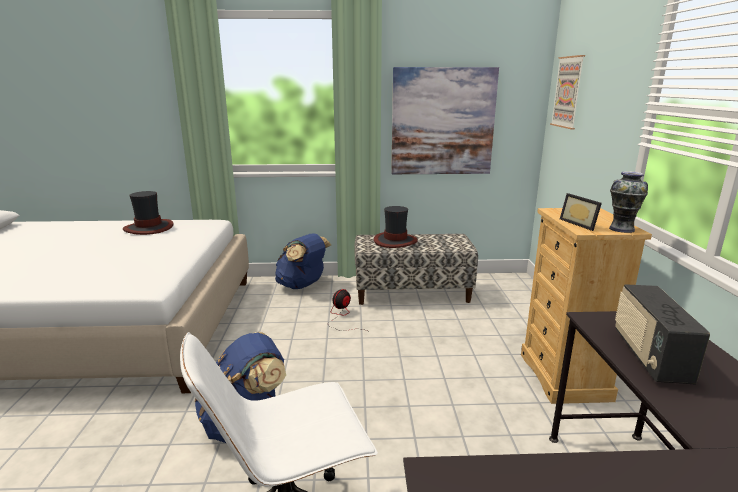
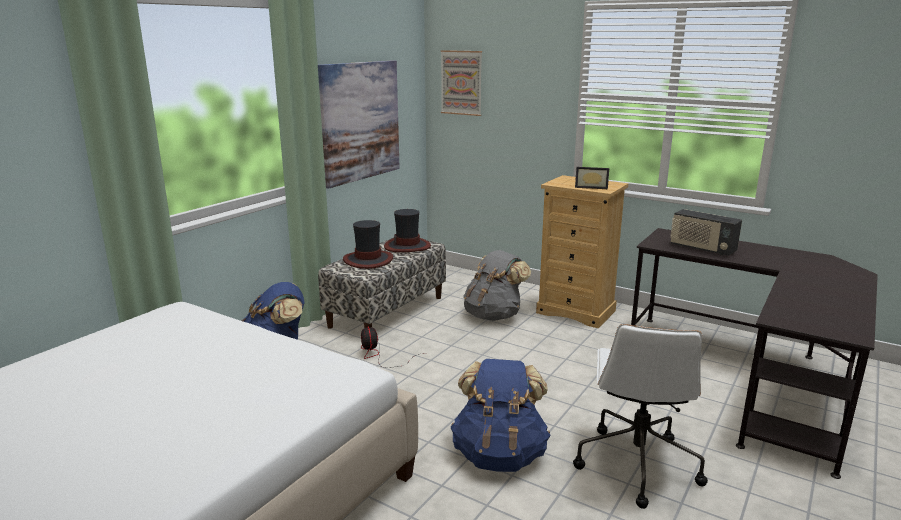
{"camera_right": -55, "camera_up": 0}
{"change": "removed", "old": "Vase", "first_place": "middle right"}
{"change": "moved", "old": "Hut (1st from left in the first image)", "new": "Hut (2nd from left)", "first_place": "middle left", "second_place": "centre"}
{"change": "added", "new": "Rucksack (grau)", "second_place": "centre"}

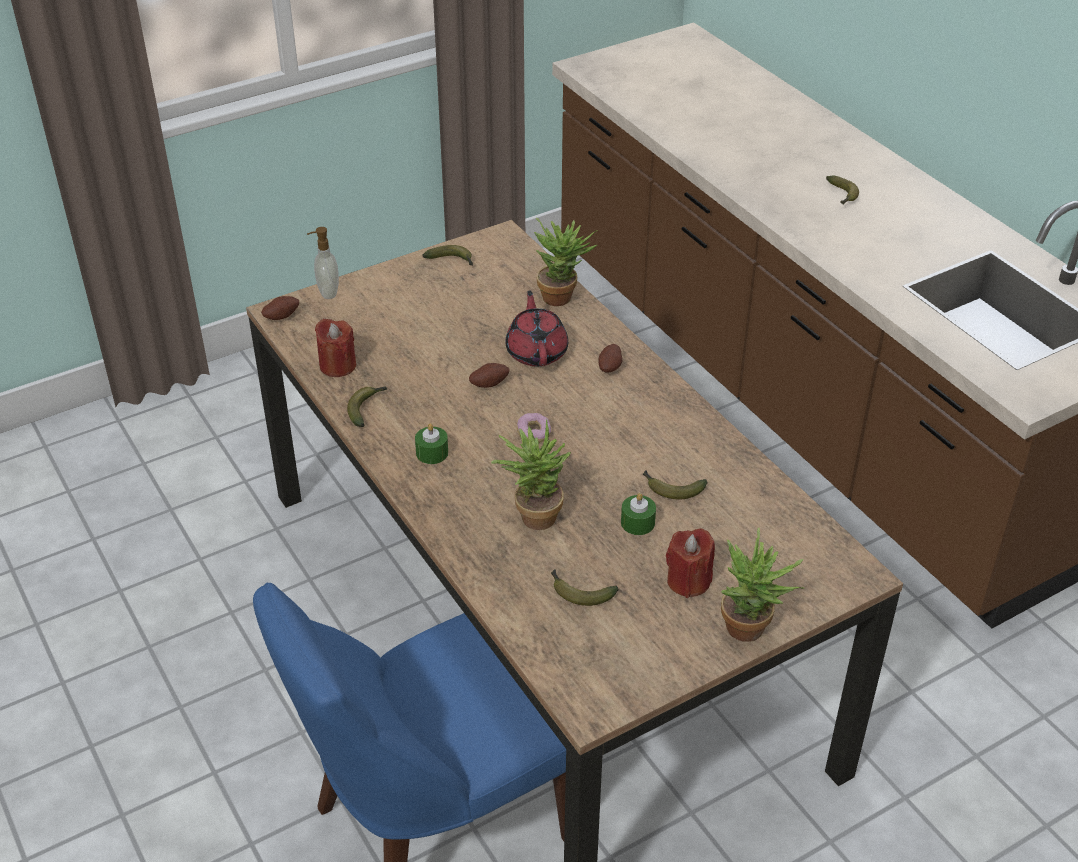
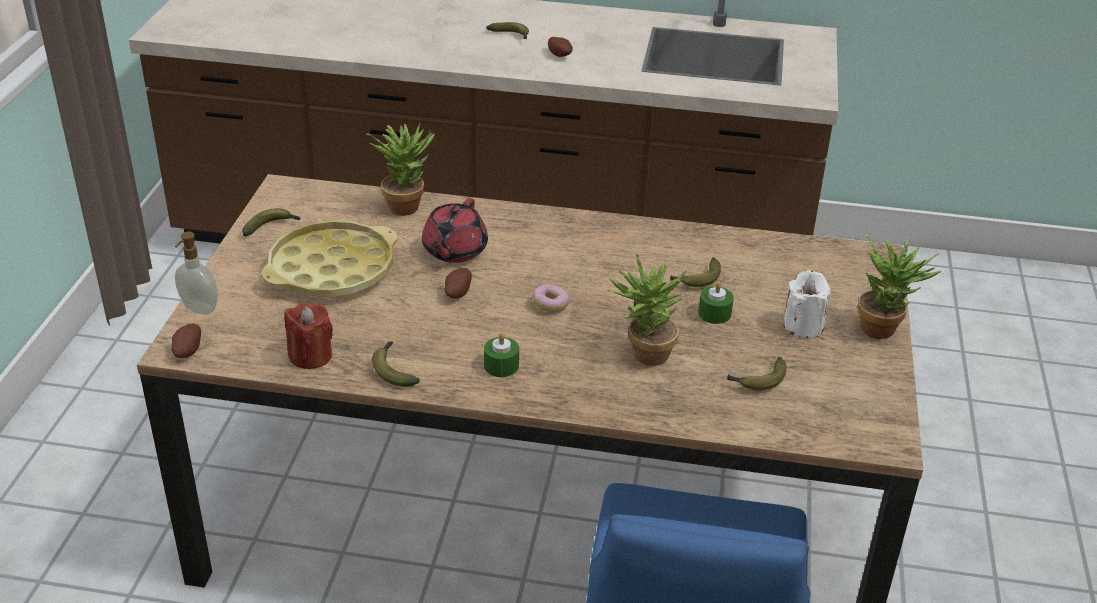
{"camera_right": -50, "camera_up": -5}
{"change": "turned", "old": "Teekanne (rot)", "first_place": "centre", "second_place": "centre", "degrees": -105}
{"change": "moved", "old": "Kartoffel (3rd from left)", "first_place": "centre", "second_place": "top centre"}
{"change": "recoloured", "old": "Kerze (rot) (2nd from left)", "new": "Kerze (weiß)", "first_place": "centre", "second_place": "middle right"}
{"change": "added", "new": "Tablett (gelb)", "second_place": "middle left"}

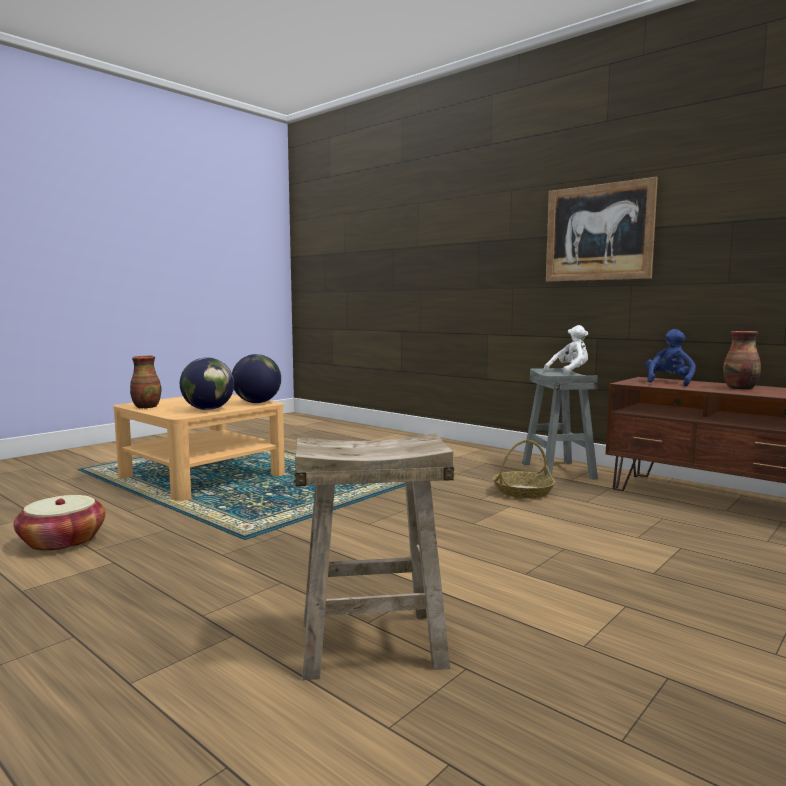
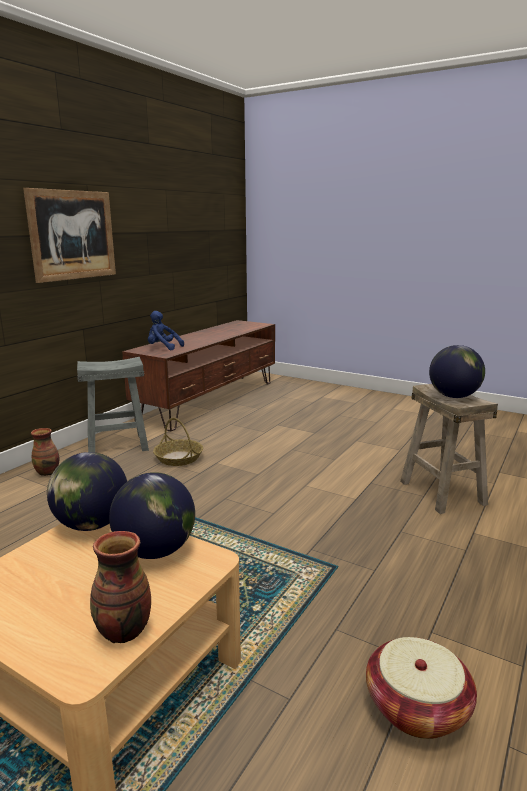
{"camera_right": -100, "camera_up": 10}
{"change": "removed", "old": "Plüschtier (weiß)", "first_place": "middle right"}
{"change": "moved", "old": "Vase (2nd from left in the first image)", "new": "Vase (1st from left)", "first_place": "middle right", "second_place": "middle left"}
{"change": "added", "new": "Globus (3rd from left)", "second_place": "middle right"}

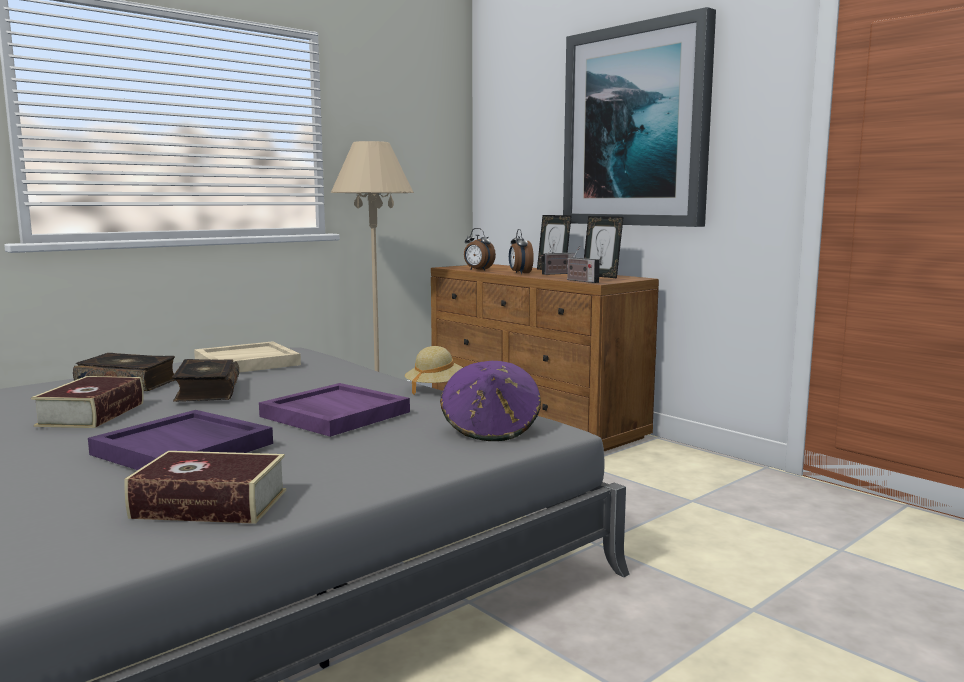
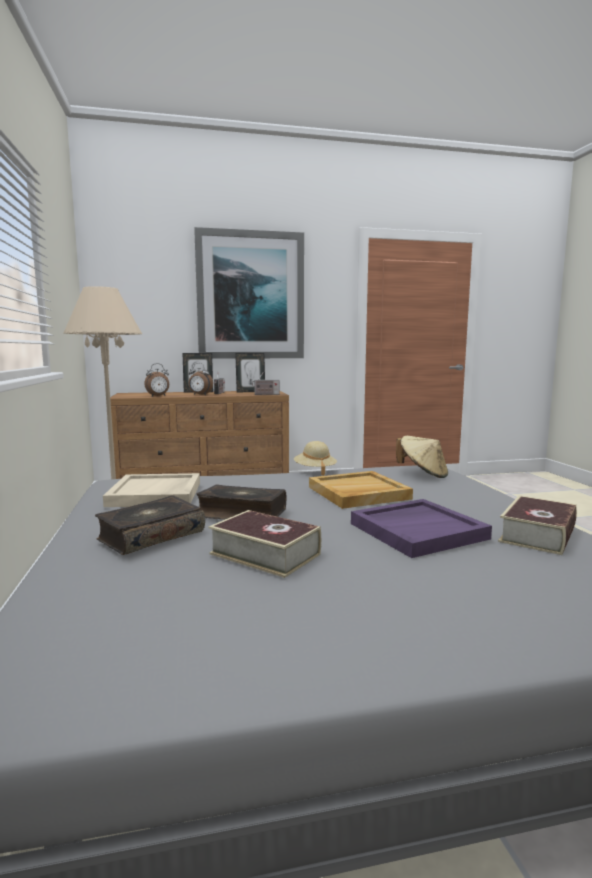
{"camera_right": -60, "camera_up": 0}
{"change": "recoloured", "old": "Hut (lila)", "new": "Hut (beige) (2nd from left)", "first_place": "centre", "second_place": "middle right"}
{"change": "recoloured", "old": "Tablett (lila) (2nd from left)", "new": "Tablett (beige) (2nd from left)", "first_place": "centre", "second_place": "centre"}

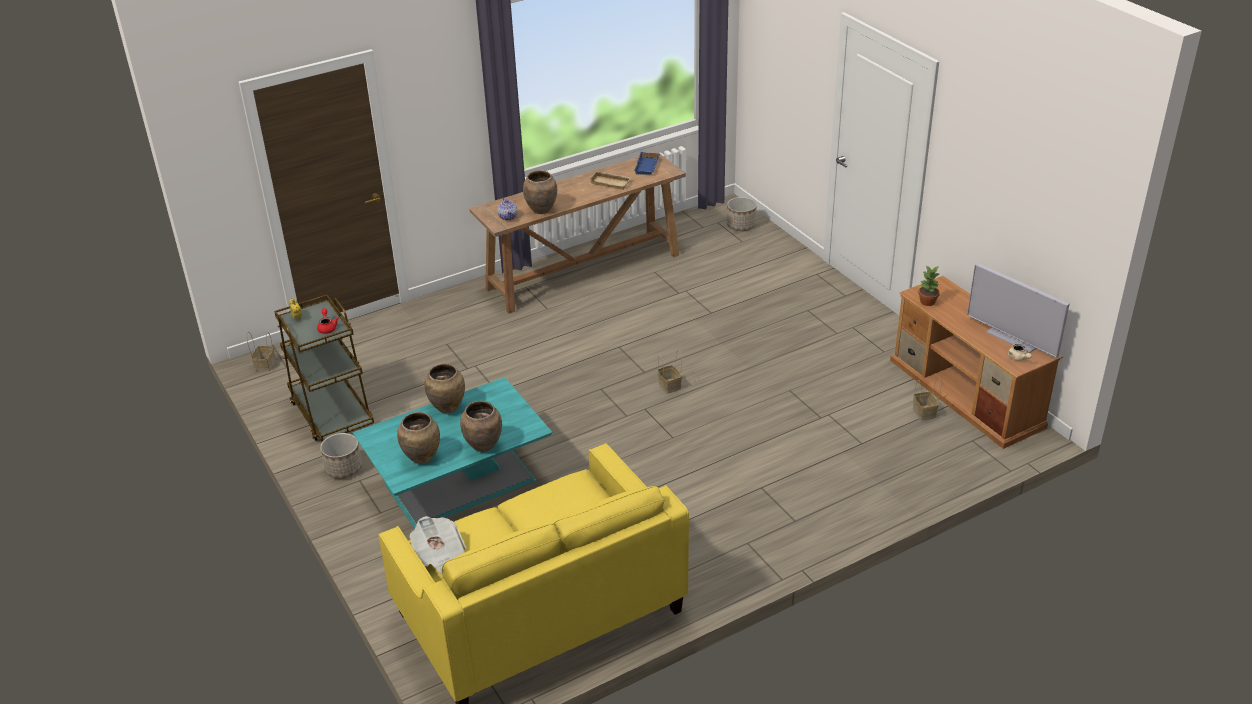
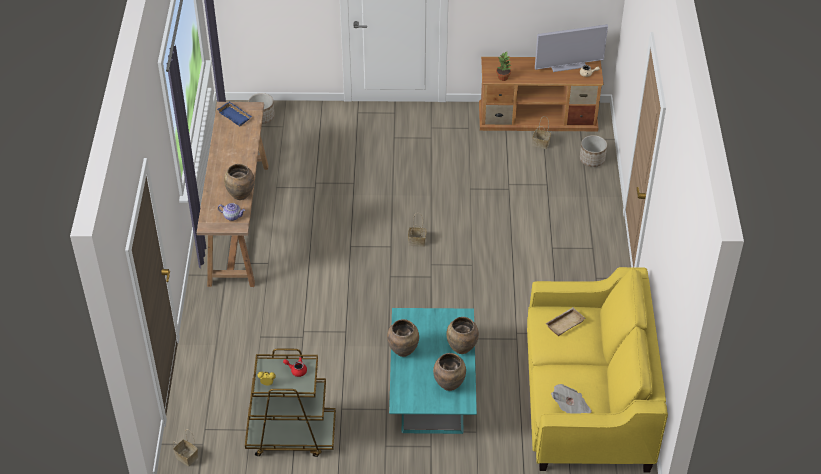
{"camera_right": -60, "camera_up": 10}
{"change": "moved", "old": "Tablett (beige)", "first_place": "top centre", "second_place": "bottom right"}
{"change": "moved", "old": "Pflanzkübel (1st from left in the first image)", "new": "Pflanzkübel (2nd from left)", "first_place": "middle left", "second_place": "top right"}

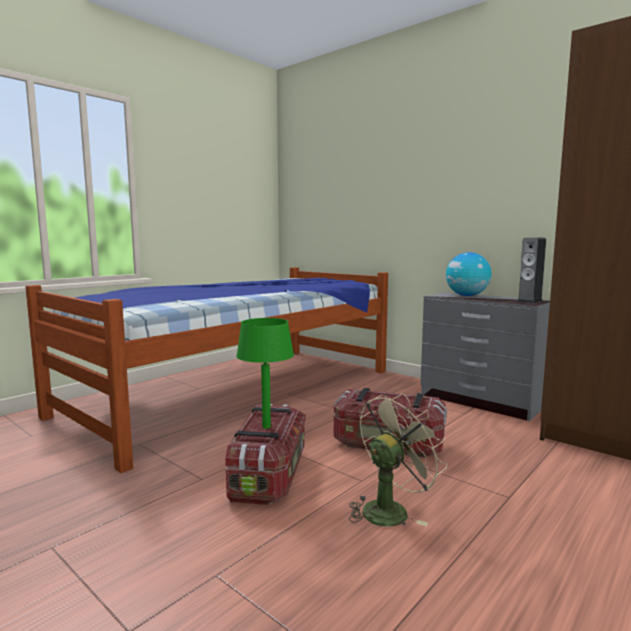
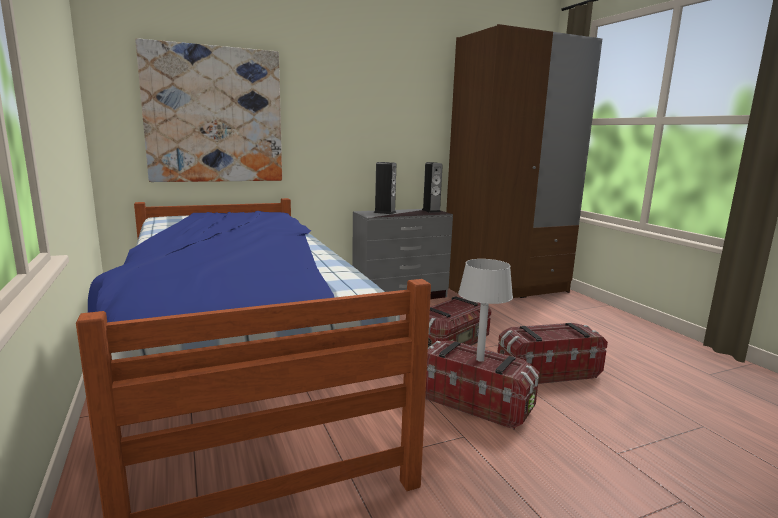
{"camera_right": -65, "camera_up": 5}
{"change": "replaced", "old": "Globus", "new": "Lautsprecher (1st from left)", "first_place": "middle right", "second_place": "centre"}
{"change": "recoloured", "old": "Tischlampe (grün)", "new": "Tischlampe (grau)", "first_place": "centre", "second_place": "centre"}
{"change": "replaced", "old": "Ventilator (beige)", "new": "Aufbewahrungsbox (3rd from left)", "first_place": "bottom centre", "second_place": "bottom right"}
{"change": "added", "new": "Bild", "second_place": "top left"}

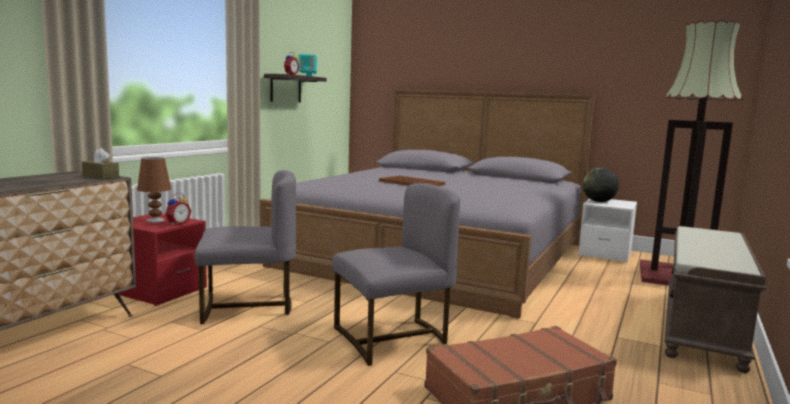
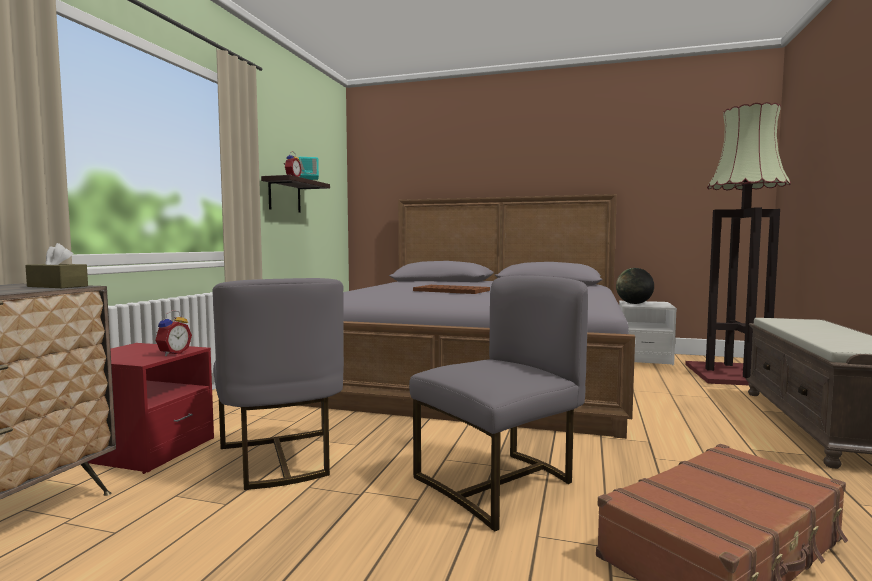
{"camera_right": -10, "camera_up": -5}
{"change": "removed", "old": "Tischlampe (braun)", "first_place": "middle left"}
{"change": "turned", "old": "Stuhl (grau) (1st from left)", "first_place": "middle left", "second_place": "middle left", "degrees": 90}

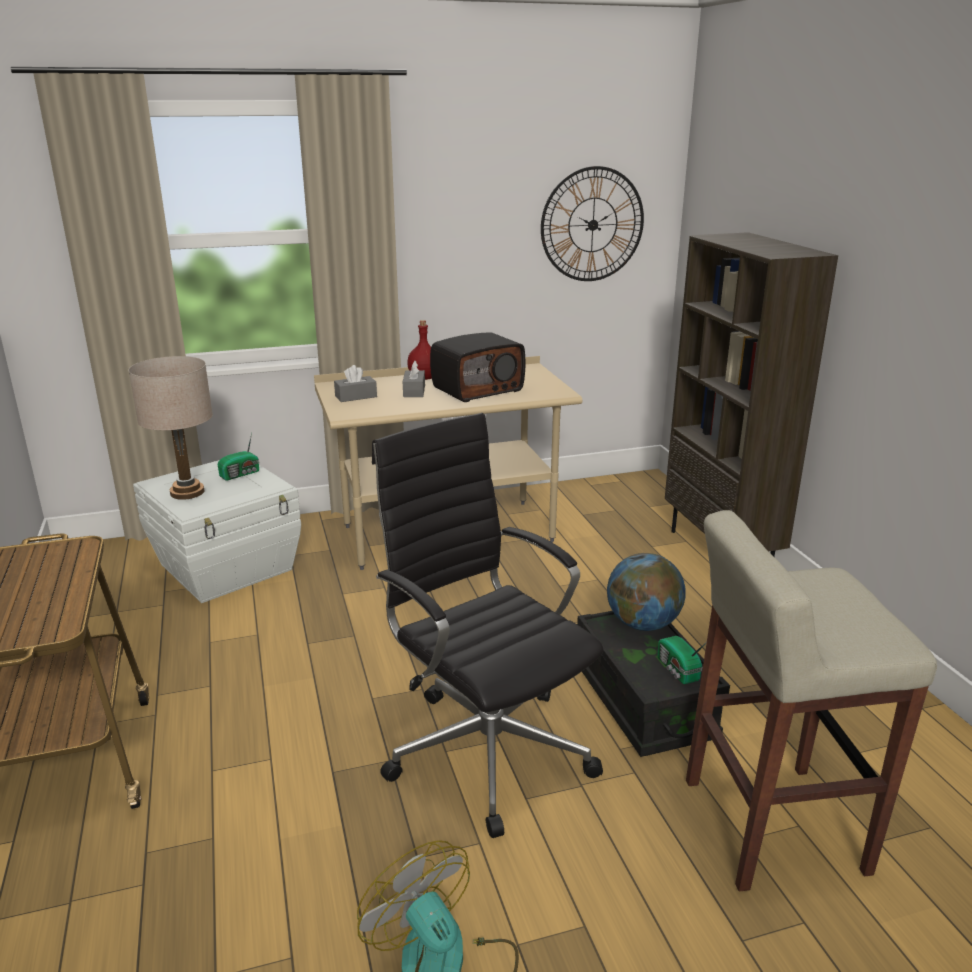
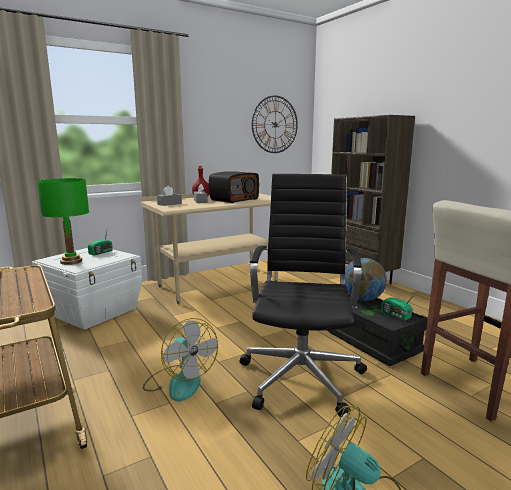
{"camera_right": -15, "camera_up": -10}
{"change": "recoloured", "old": "Tischlampe (beige)", "new": "Tischlampe (grün)", "first_place": "middle left", "second_place": "middle left"}
{"change": "turned", "old": "Bürostuhl (schwarz)", "first_place": "centre", "second_place": "centre", "degrees": 60}
{"change": "added", "new": "Ventilator (1st from left)", "second_place": "bottom centre"}

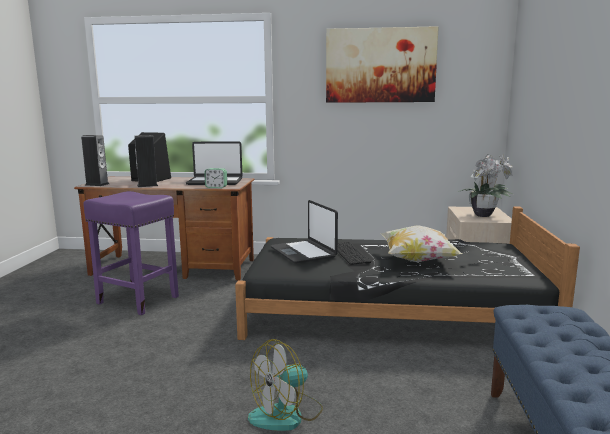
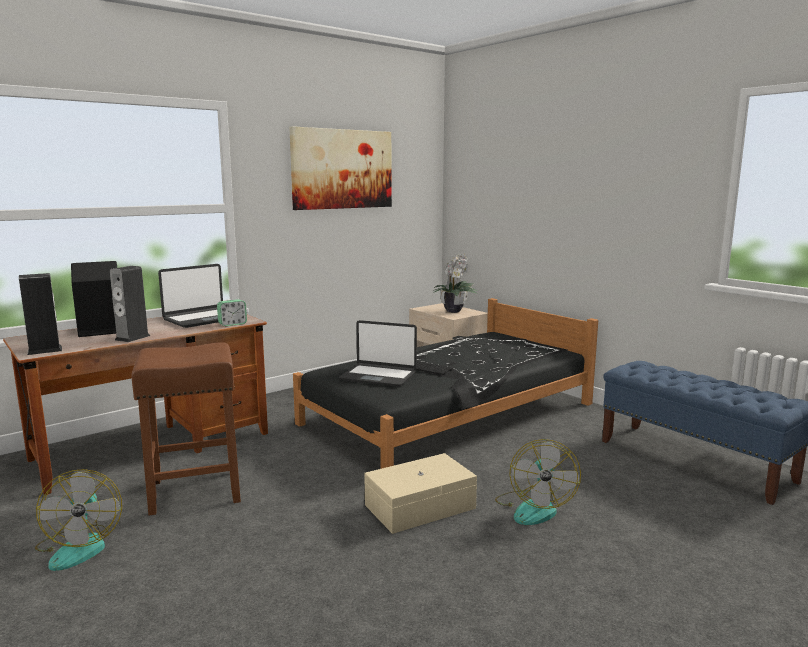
{"camera_right": -45, "camera_up": 0}
{"change": "recoloured", "old": "Hocker (lila)", "new": "Hocker (braun)", "first_place": "middle left", "second_place": "middle left"}
{"change": "removed", "old": "Kissen", "first_place": "middle right"}
{"change": "added", "new": "Aufbewahrungsbox (beige)", "second_place": "bottom centre"}
{"change": "added", "new": "Ventilator (1st from left)", "second_place": "bottom left"}

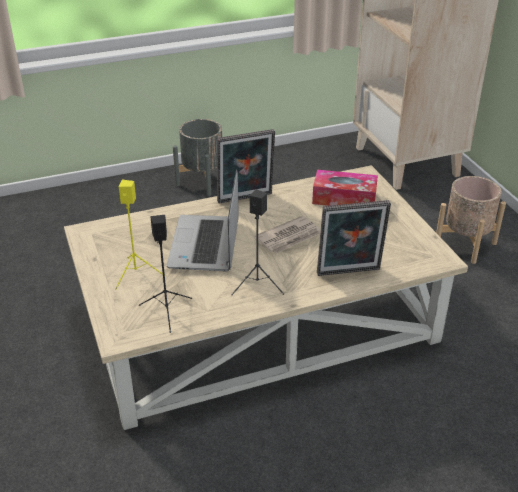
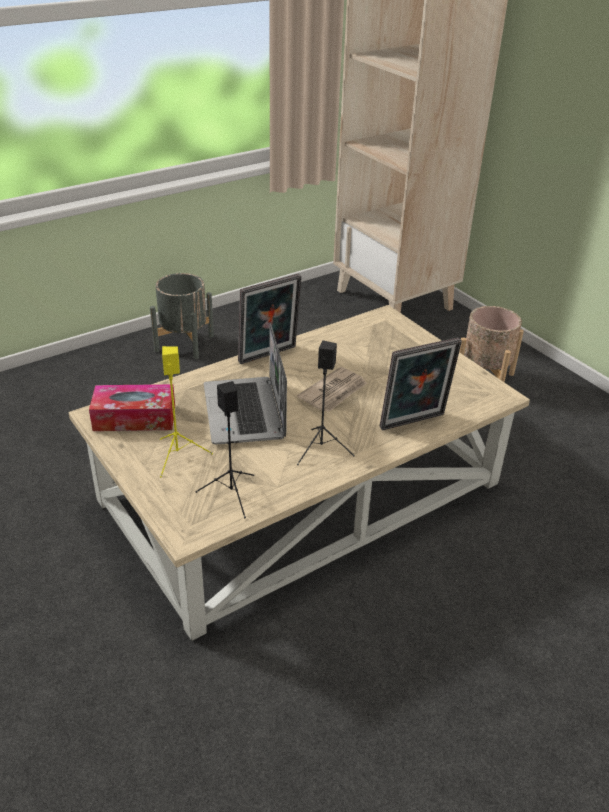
{"camera_right": -15, "camera_up": 0}
{"change": "moved", "old": "Taschentuchbox", "first_place": "centre", "second_place": "middle left"}

